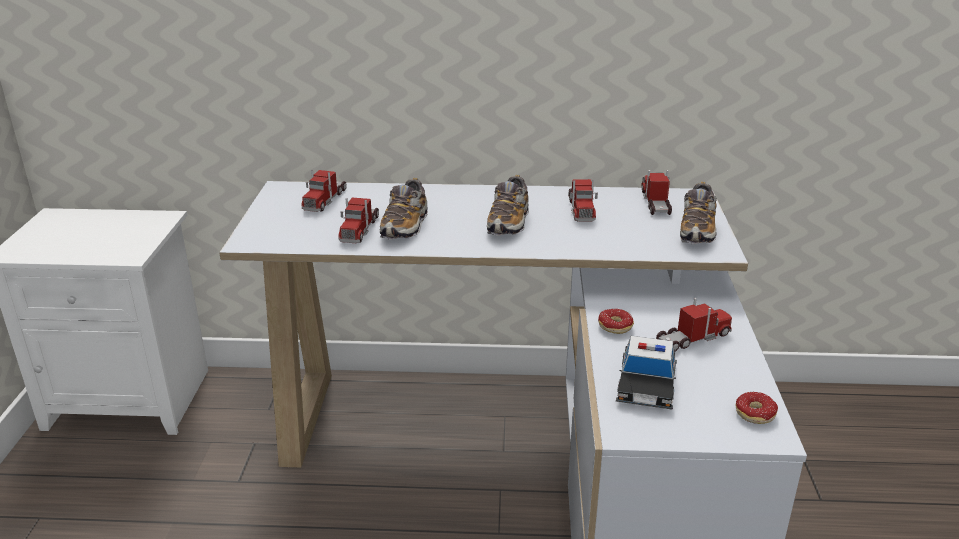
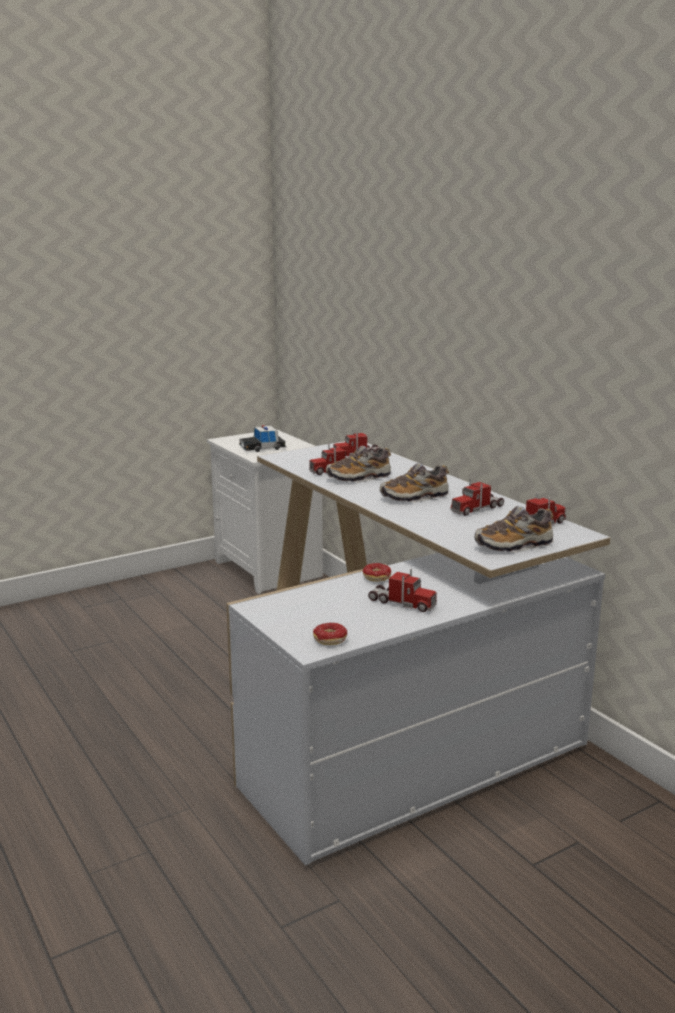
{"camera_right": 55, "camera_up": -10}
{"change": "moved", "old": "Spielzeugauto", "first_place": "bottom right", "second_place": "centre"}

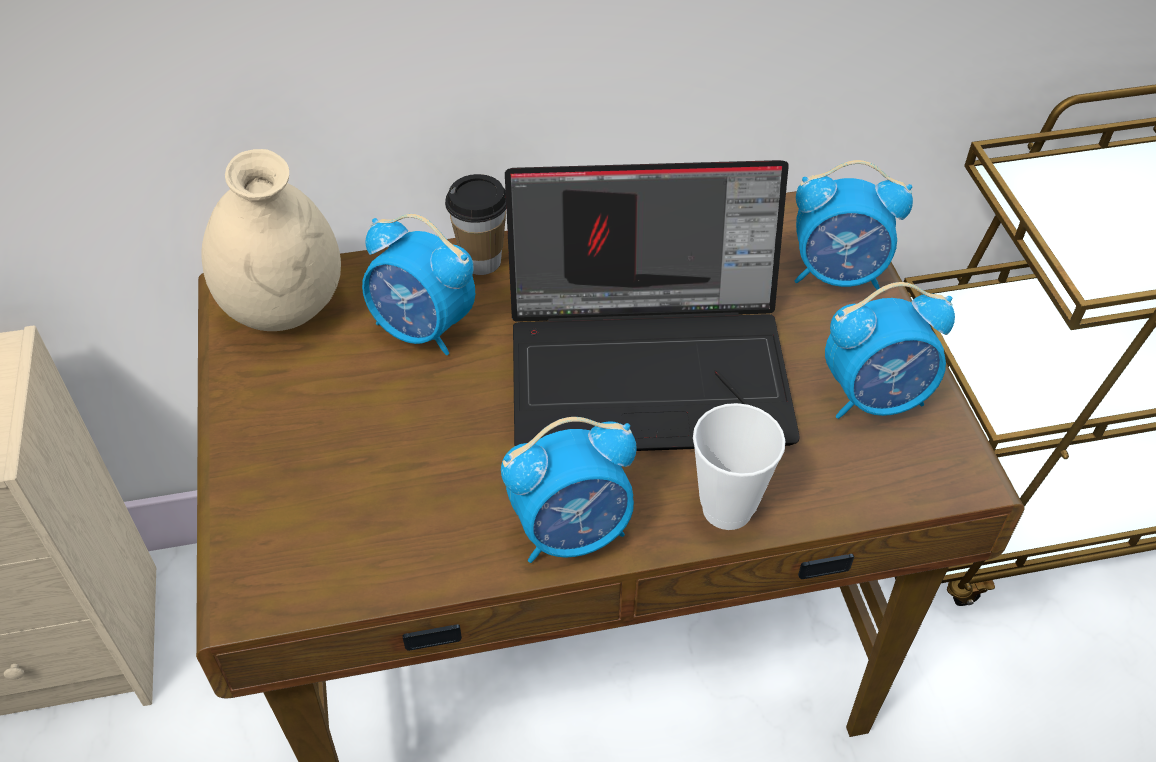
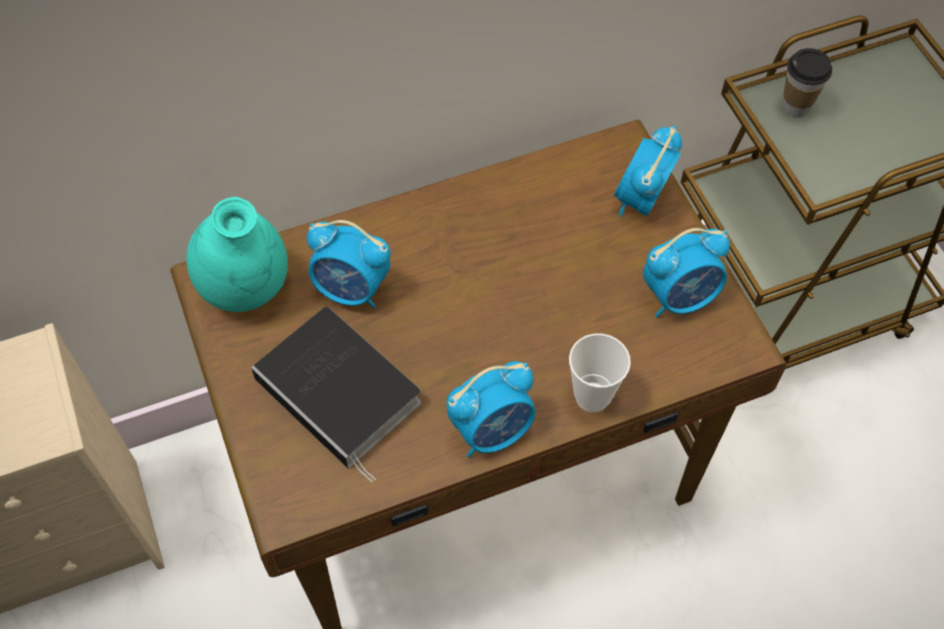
{"camera_right": -10, "camera_up": 10}
{"change": "recoloured", "old": "Vase (beige)", "new": "Vase (türkis)", "first_place": "top left", "second_place": "middle left"}
{"change": "removed", "old": "Laptop", "first_place": "centre"}
{"change": "turned", "old": "Wecker (3rd from left)", "first_place": "top right", "second_place": "top right", "degrees": 120}
{"change": "moved", "old": "Tasse (1st from left in the first image)", "new": "Tasse (2nd from left)", "first_place": "top centre", "second_place": "top right"}
{"change": "added", "new": "Buch", "second_place": "centre"}

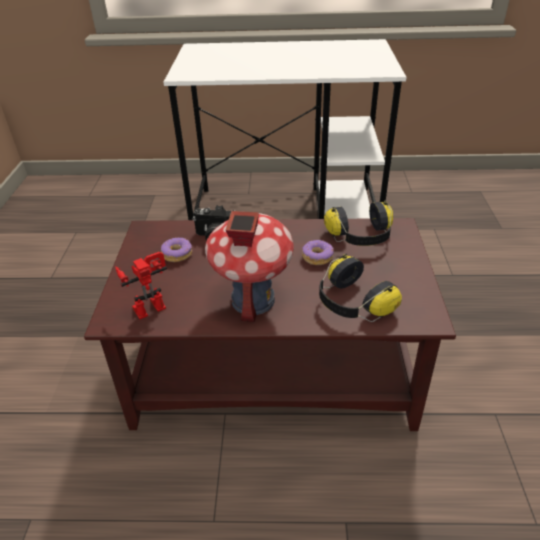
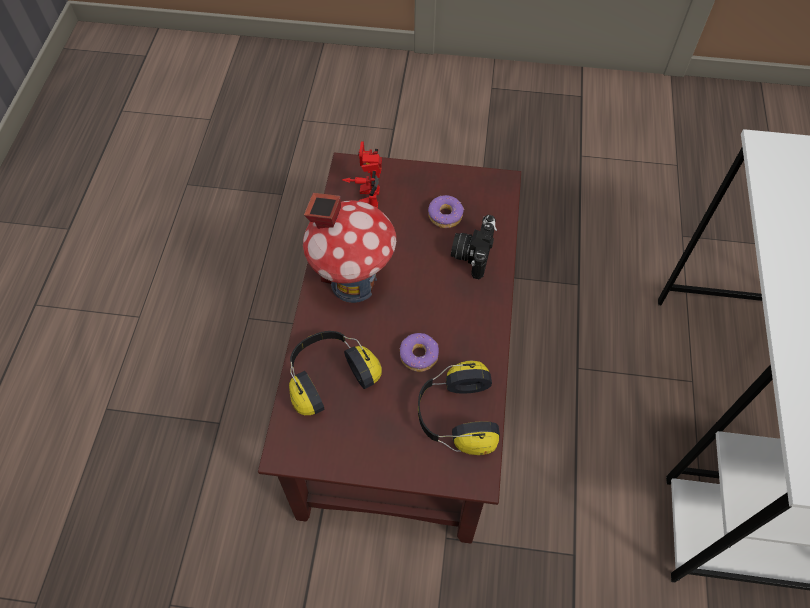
{"camera_right": 95, "camera_up": 20}
{"change": "turned", "old": "Spielzeugroboter", "first_place": "middle left", "second_place": "top centre", "degrees": -150}

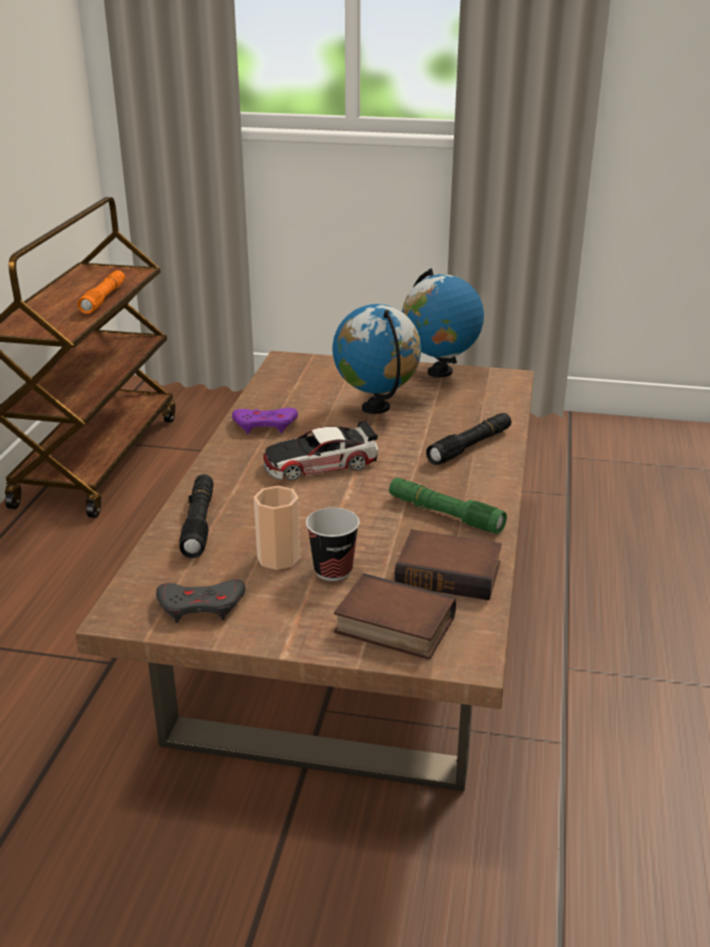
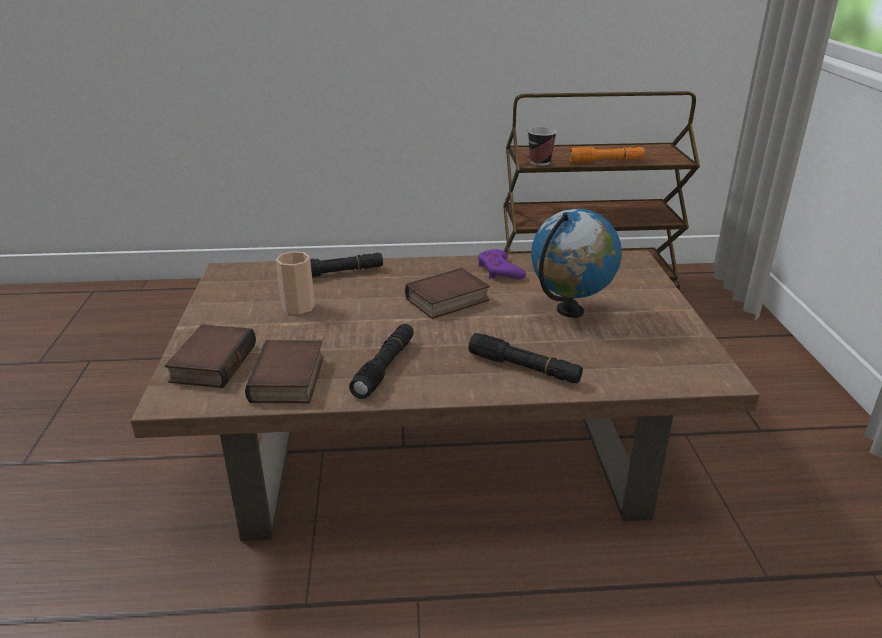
{"camera_right": 75, "camera_up": 0}
{"change": "removed", "old": "Globus (2nd from left)", "first_place": "centre"}
{"change": "replaced", "old": "Spielzeugauto", "new": "Buch (3rd from left)", "first_place": "centre", "second_place": "centre"}
{"change": "recoloured", "old": "Taschenlampe (grün)", "new": "Taschenlampe (schwarz) (2nd from left)", "first_place": "centre", "second_place": "centre"}
{"change": "moved", "old": "Tasse (2nd from left)", "first_place": "centre", "second_place": "top centre"}
{"change": "removed", "old": "Gamepad (grau)", "first_place": "middle left"}

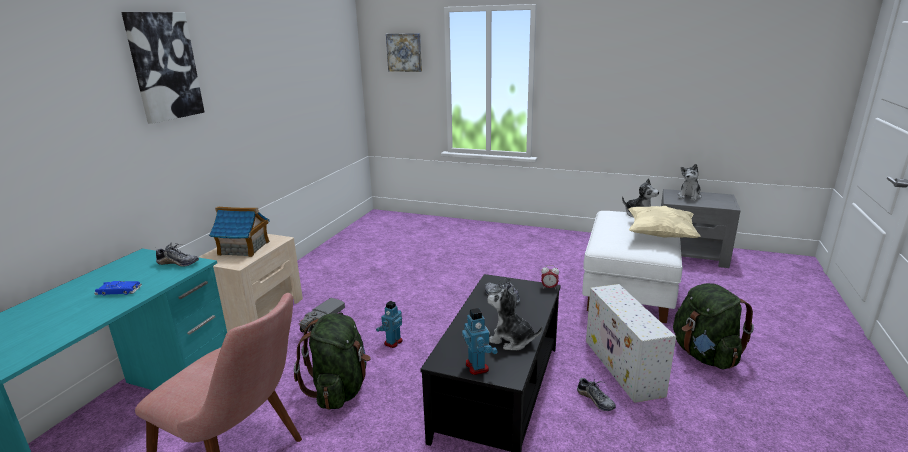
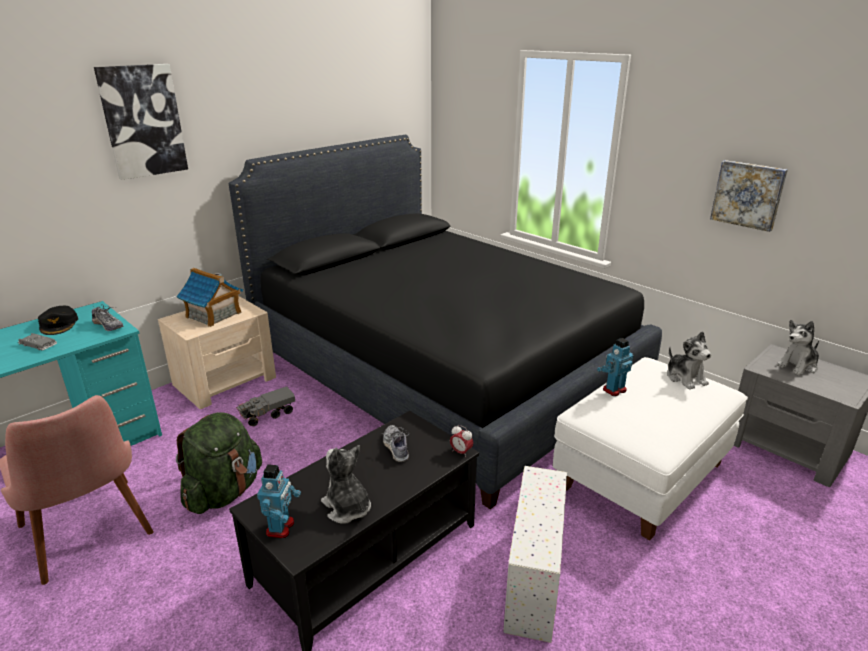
{"camera_right": 25, "camera_up": 5}
{"change": "moved", "old": "Bild (2nd from left)", "first_place": "top centre", "second_place": "top right"}
{"change": "removed", "old": "Kissen (beige)", "first_place": "middle right"}
{"change": "recoloured", "old": "Spielzeugauto (blau)", "new": "Spielzeugauto (grau)", "first_place": "middle left", "second_place": "middle left"}
{"change": "removed", "old": "Rucksack (grün) (2nd from left)", "first_place": "bottom right"}
{"change": "moved", "old": "Spielzeugroboter (1st from left in the first image)", "new": "Spielzeugroboter (2nd from left)", "first_place": "bottom centre", "second_place": "middle right"}
{"change": "removed", "old": "Schuh (3rd from left)", "first_place": "bottom centre"}
{"change": "added", "new": "Bett (schwarz)", "second_place": "centre"}
{"change": "added", "new": "Kappe (schwarz)", "second_place": "middle left"}

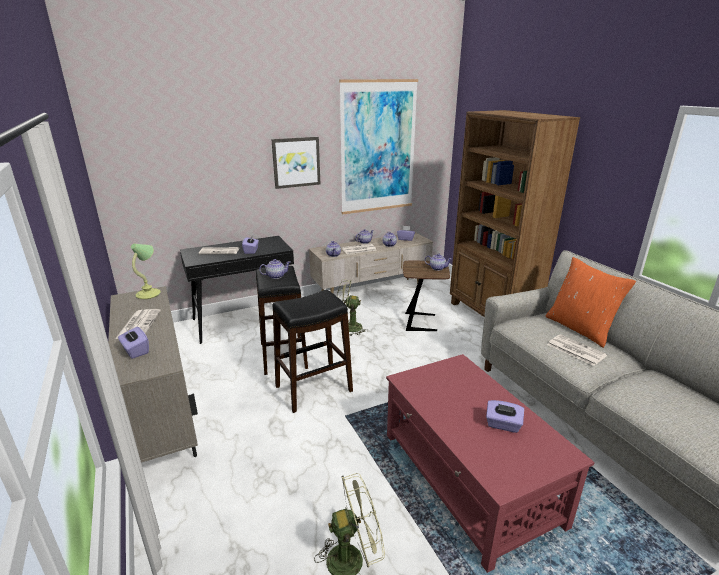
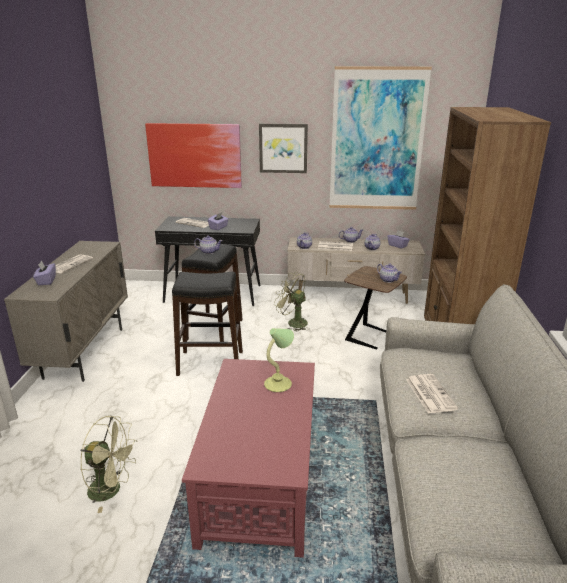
{"camera_right": 30, "camera_up": 0}
{"change": "moved", "old": "Tischlampe", "first_place": "middle left", "second_place": "centre"}
{"change": "removed", "old": "Kissen (orange)", "first_place": "middle right"}
{"change": "removed", "old": "Taschentuchbox (lila) (4th from left)", "first_place": "bottom right"}
{"change": "added", "new": "Bild (1st from left)", "second_place": "top centre"}

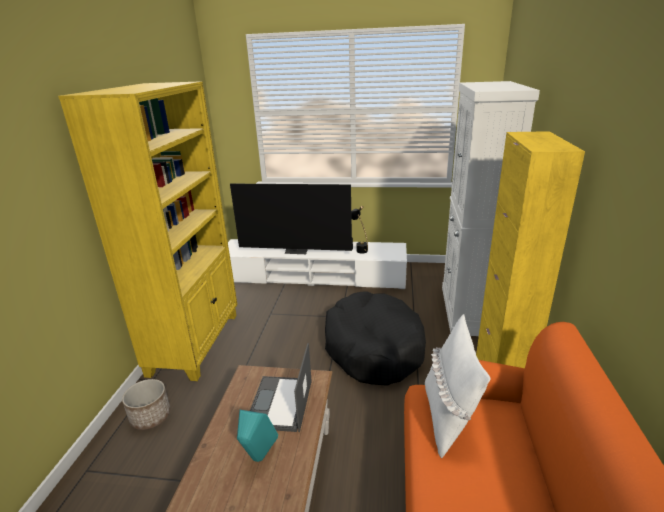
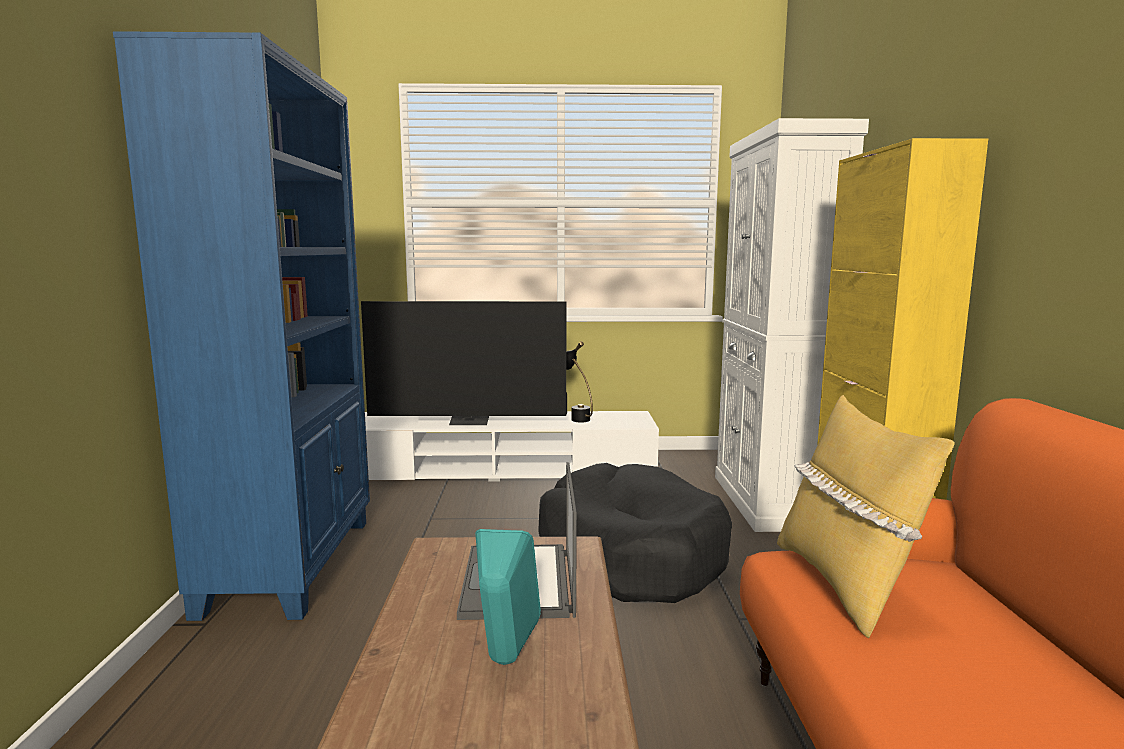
{"camera_right": -10, "camera_up": -15}
{"change": "recoloured", "old": "Bücherregal (gelb)", "new": "Bücherregal (blau)", "first_place": "middle left", "second_place": "middle left"}
{"change": "recoloured", "old": "Kissen (weiß)", "new": "Kissen (gelb)", "first_place": "bottom right", "second_place": "bottom right"}
{"change": "removed", "old": "Pflanzkübel", "first_place": "bottom left"}

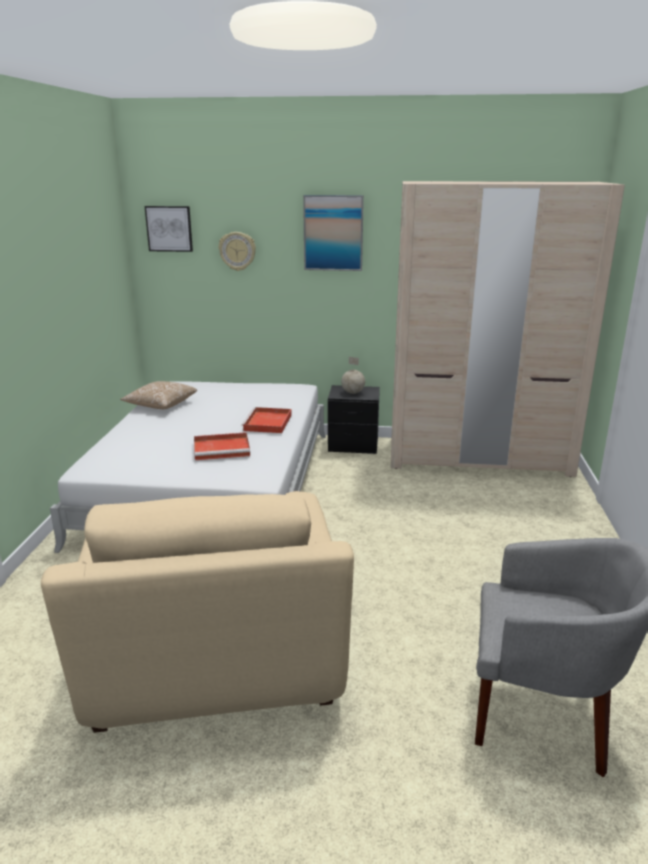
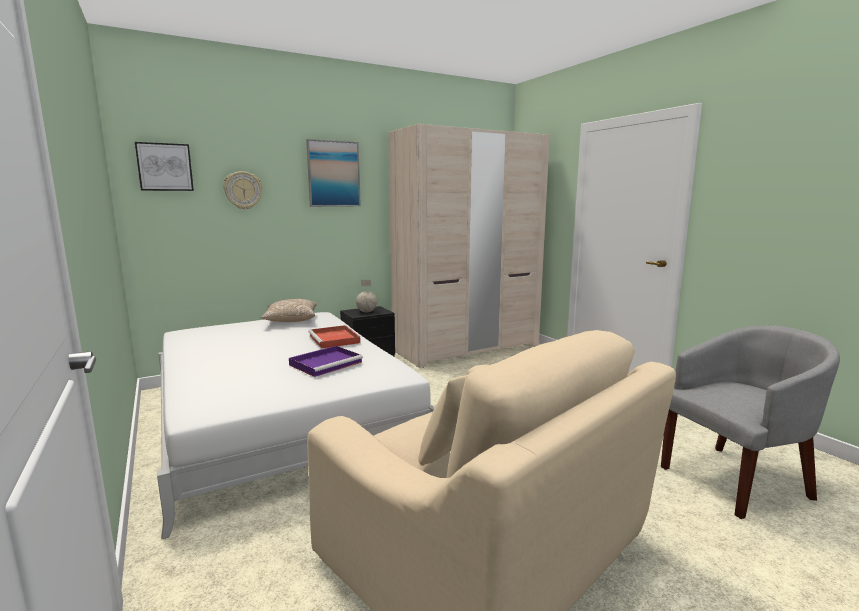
{"camera_right": -35, "camera_up": -10}
{"change": "moved", "old": "Kissen", "first_place": "middle left", "second_place": "centre"}
{"change": "recoloured", "old": "Tablett (rot) (1st from left)", "new": "Tablett (lila)", "first_place": "centre", "second_place": "centre"}

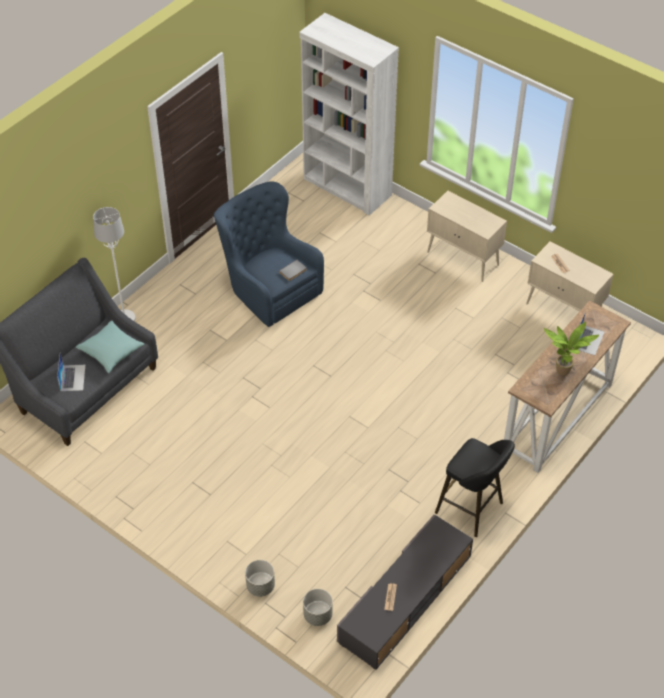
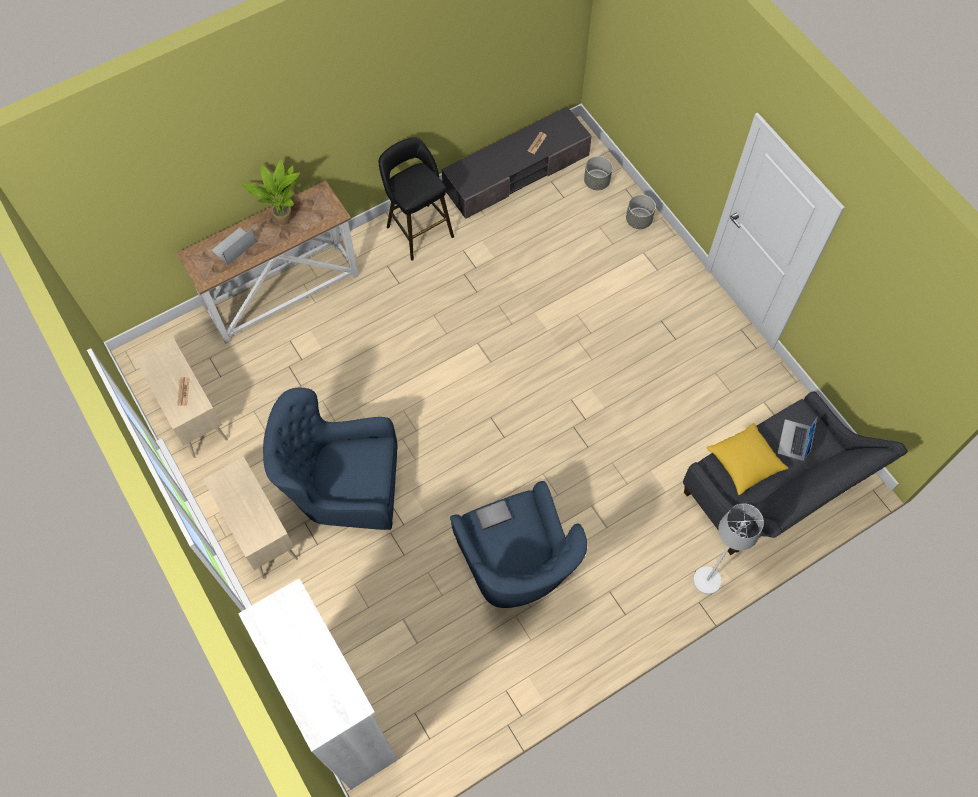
{"camera_right": -160, "camera_up": 15}
{"change": "recoloured", "old": "Kissen (türkis)", "new": "Kissen (gelb)", "first_place": "middle left", "second_place": "middle right"}
{"change": "added", "new": "Sessel (blau) (1st from left)", "second_place": "centre"}

